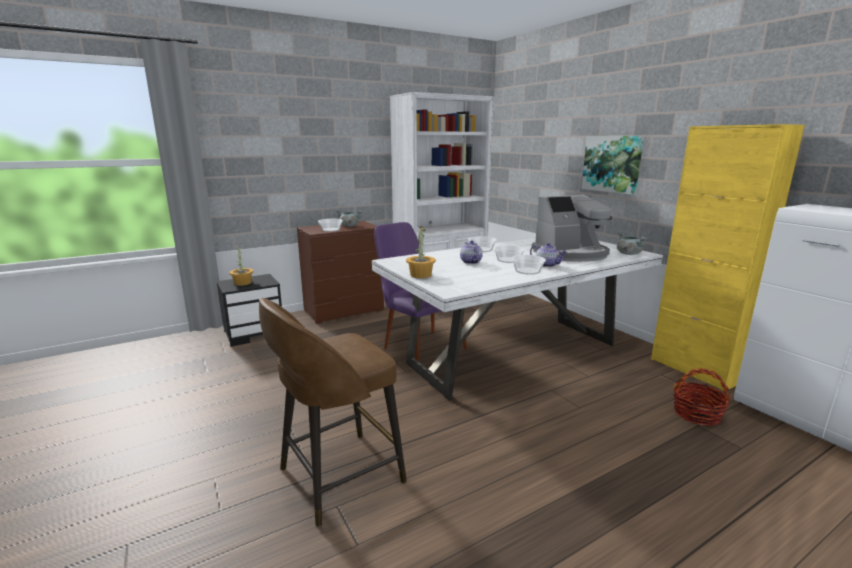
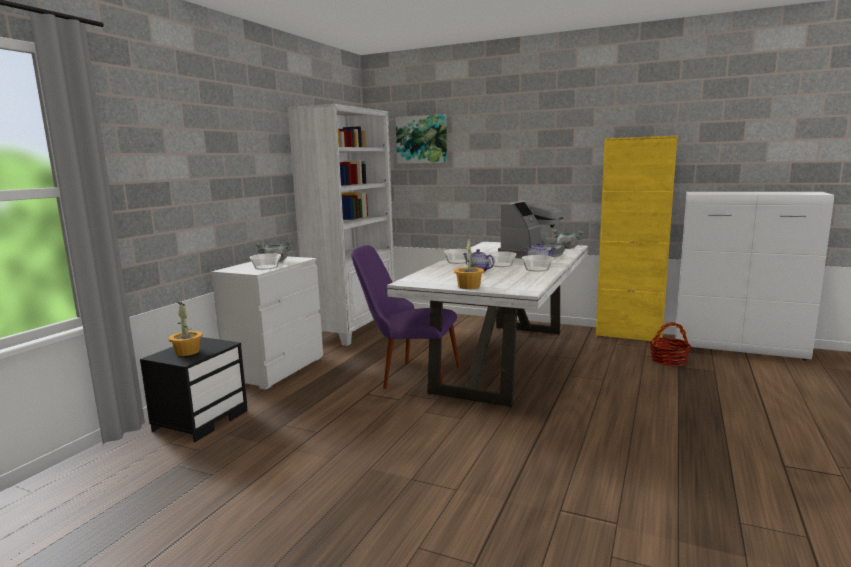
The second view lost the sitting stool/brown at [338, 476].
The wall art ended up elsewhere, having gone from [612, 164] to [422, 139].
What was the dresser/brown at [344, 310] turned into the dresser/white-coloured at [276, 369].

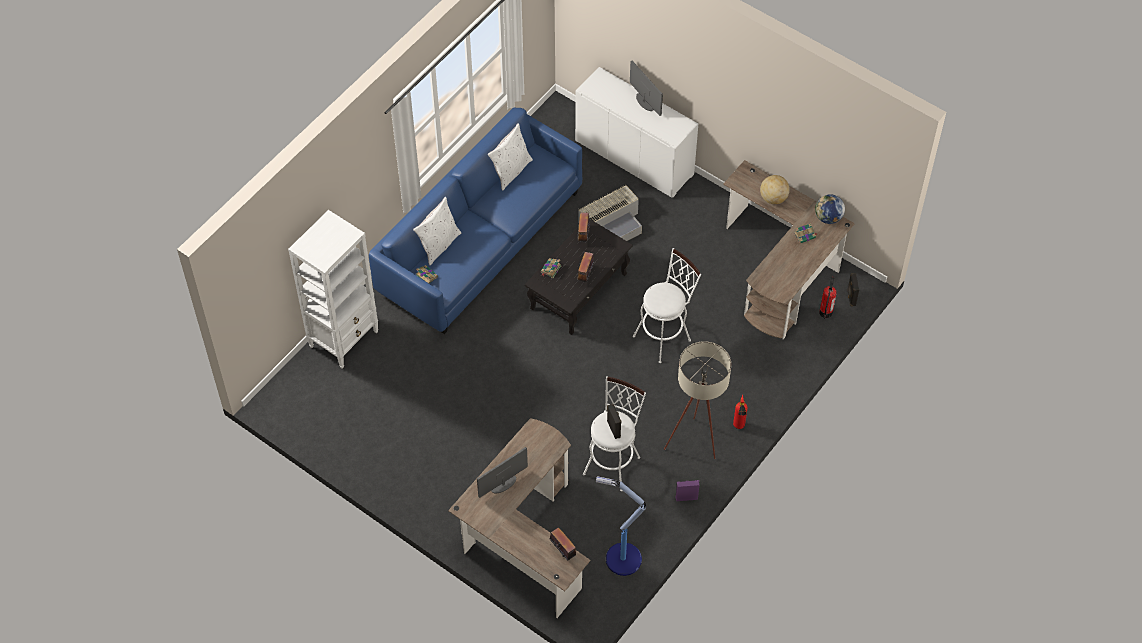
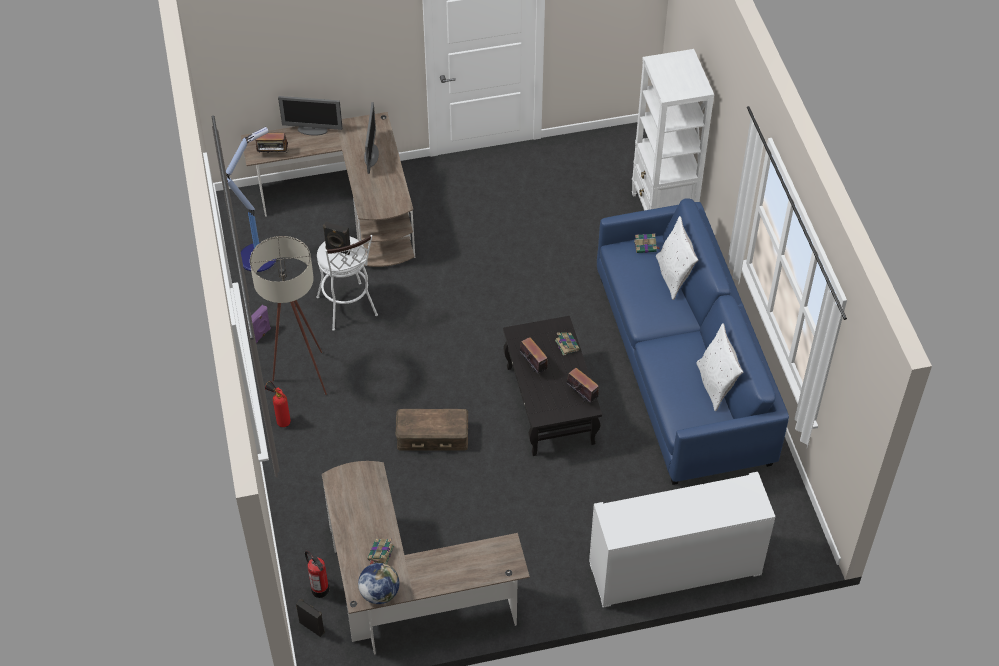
The second view lost the storage box/gray at [613, 222].
The second view lost the globe at [773, 198].
The computer screen ended up elsewhere, having gone from [645, 102] to [312, 130].
Where the sitting stool/white-coloured stood at [665, 336], the storage box/brown came to stand at [432, 436].

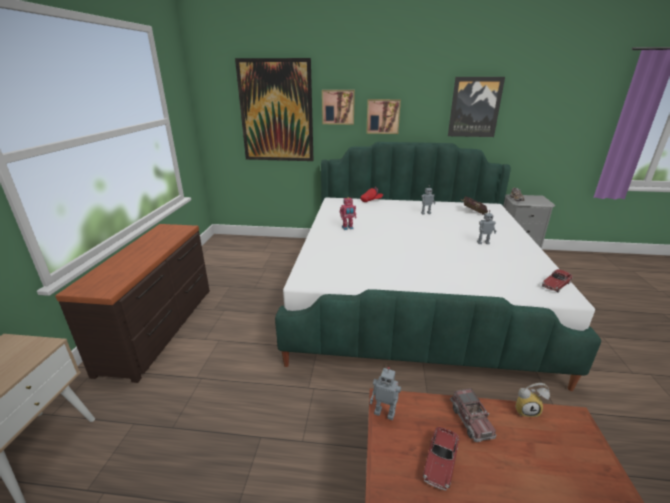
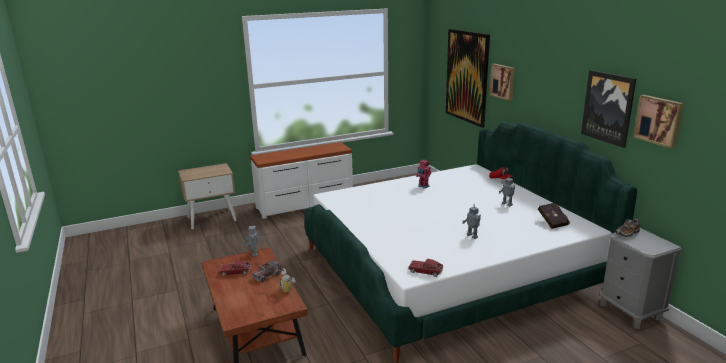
The wall art ended up elsewhere, having gone from [383, 116] to [659, 120].
What was the dresser/brown at [161, 327] turned into the dresser/white-coloured at [305, 204].

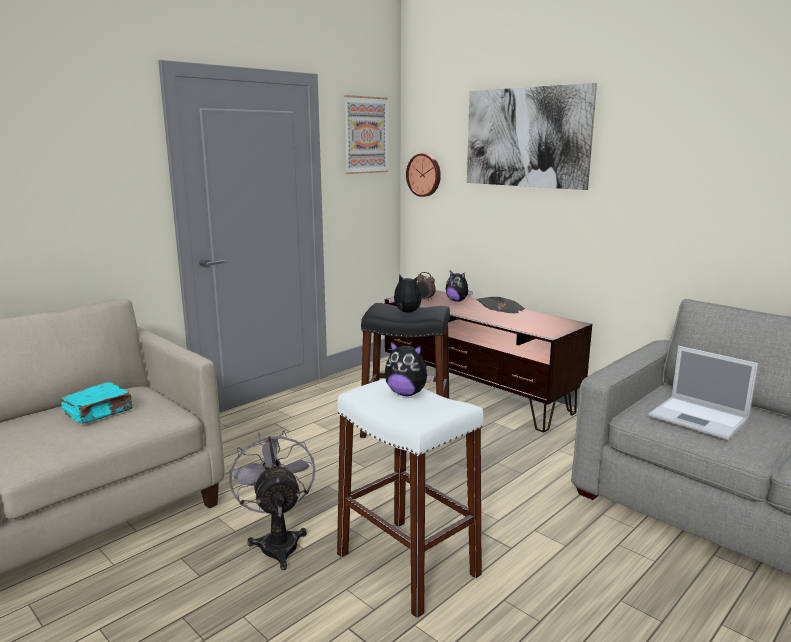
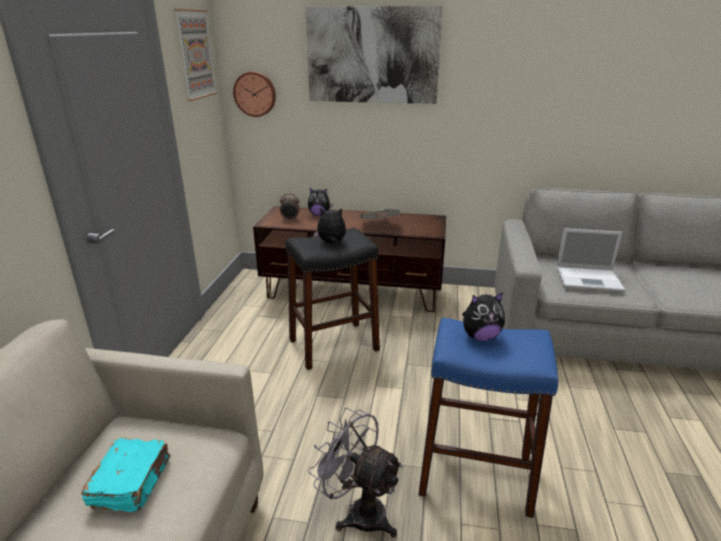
What was the sitting stool/white-coloured at [407, 564] turned into the sitting stool/blue at [476, 474].

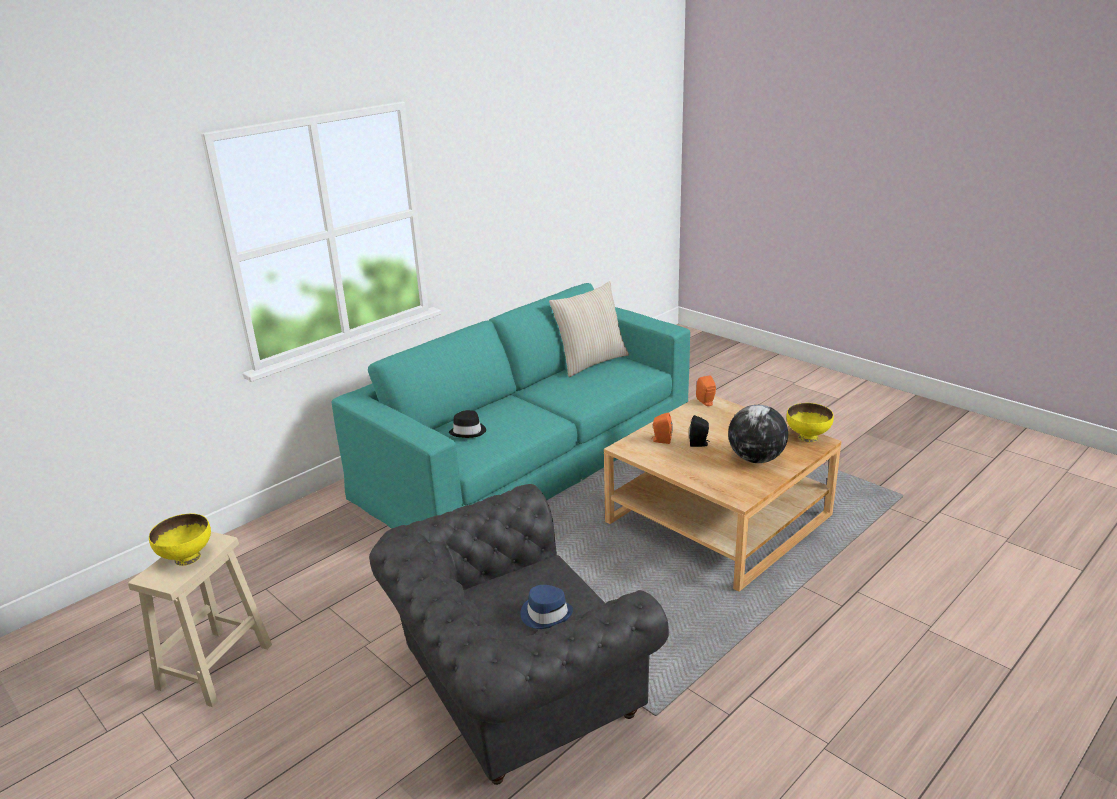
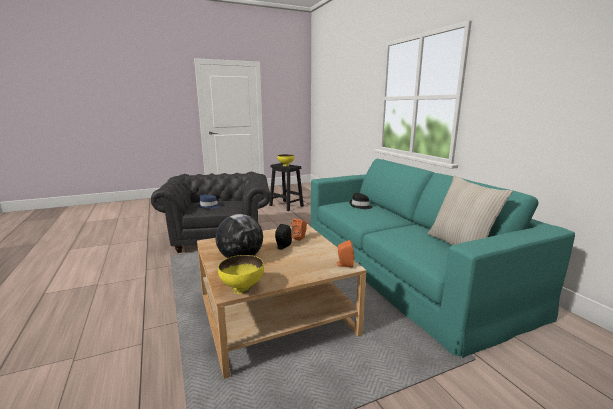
What was the sitting stool/beige-coloured at [216, 665] turned into the sitting stool/black-coloured at [286, 206].

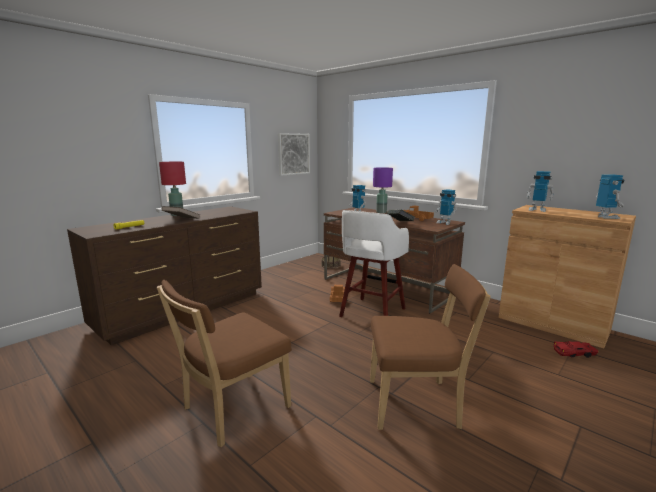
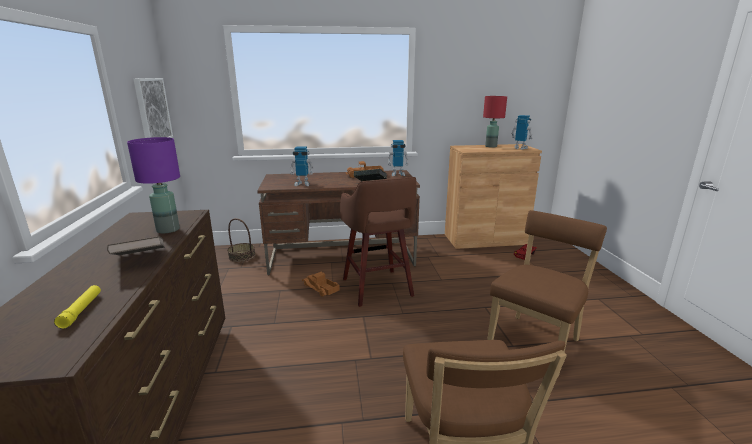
The second view lost the robot figure at [537, 210].
The table lamp/reddish ended up elsewhere, having gone from [177, 215] to [490, 146].
The table lamp/purplish ended up elsewhere, having gone from [381, 212] to [168, 230].
What was the sitting stool/white-coloured at [371, 313] turned into the sitting stool/brown at [377, 288].

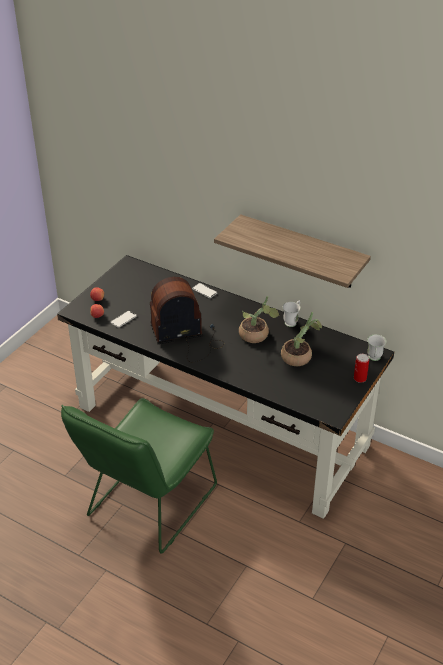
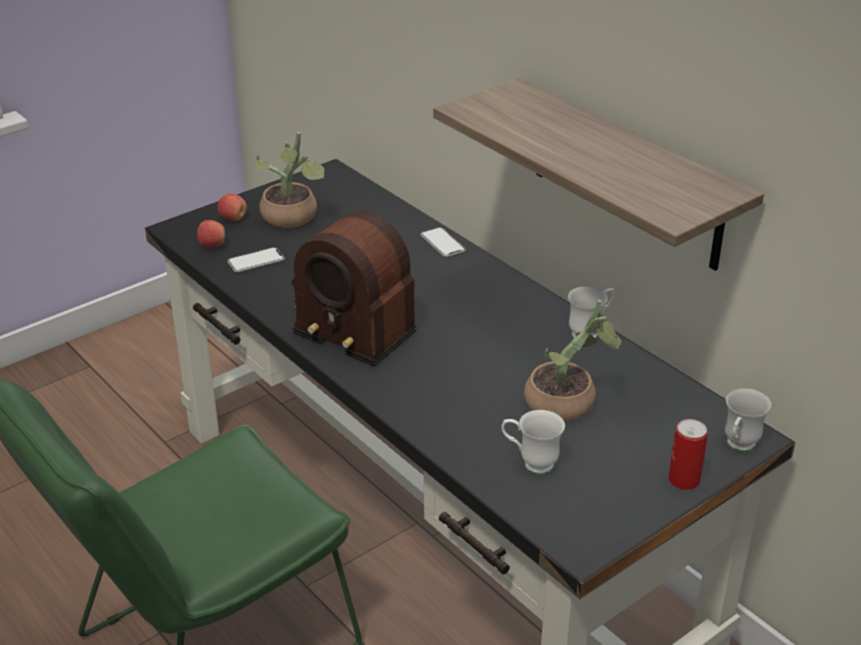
The second view gained the tea mug/white-coloured at [530, 463].
The plant in a pot ended up elsewhere, having gone from [257, 336] to [292, 219].
The radio receiver at [187, 337] ended up facing another way, 150 degrees counterclockwise from before.

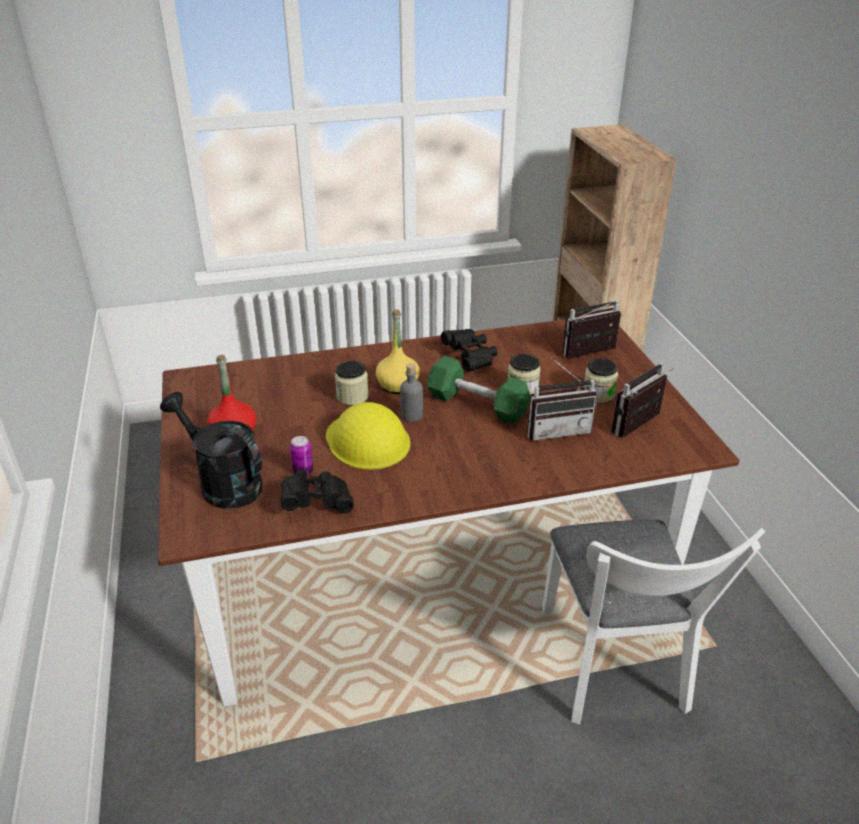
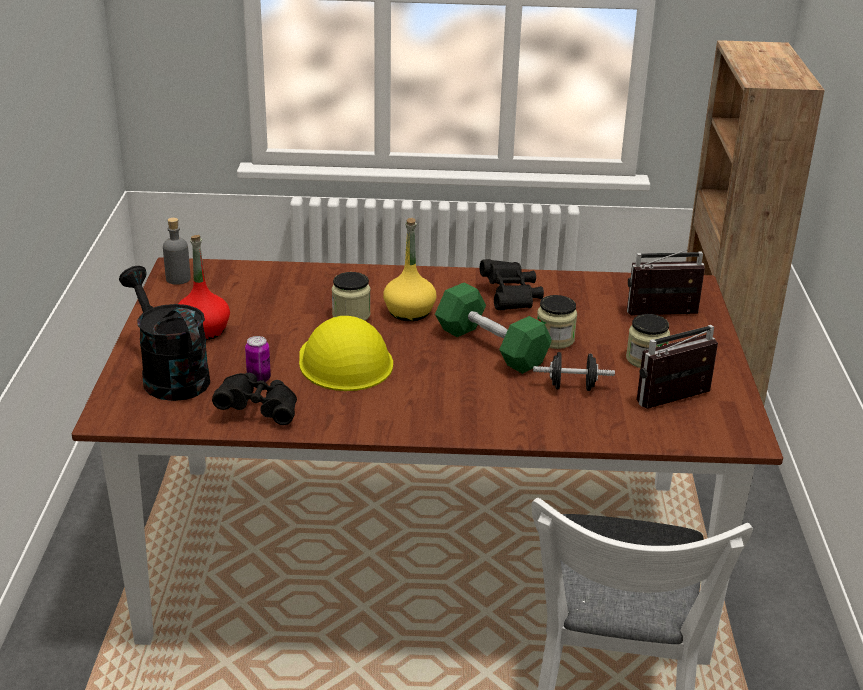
The bottle/gray ended up elsewhere, having gone from [411, 415] to [178, 279].
Where the radio receiver stood at [557, 429], the free weight/black-coloured came to stand at [572, 387].

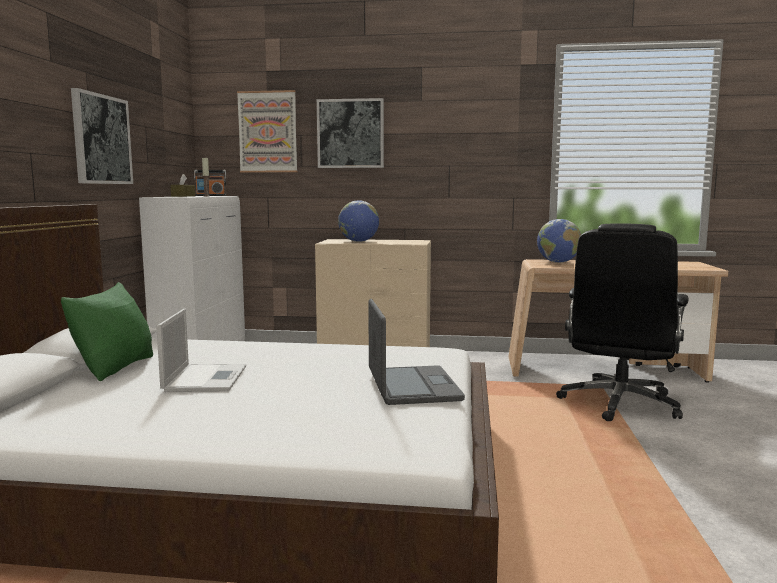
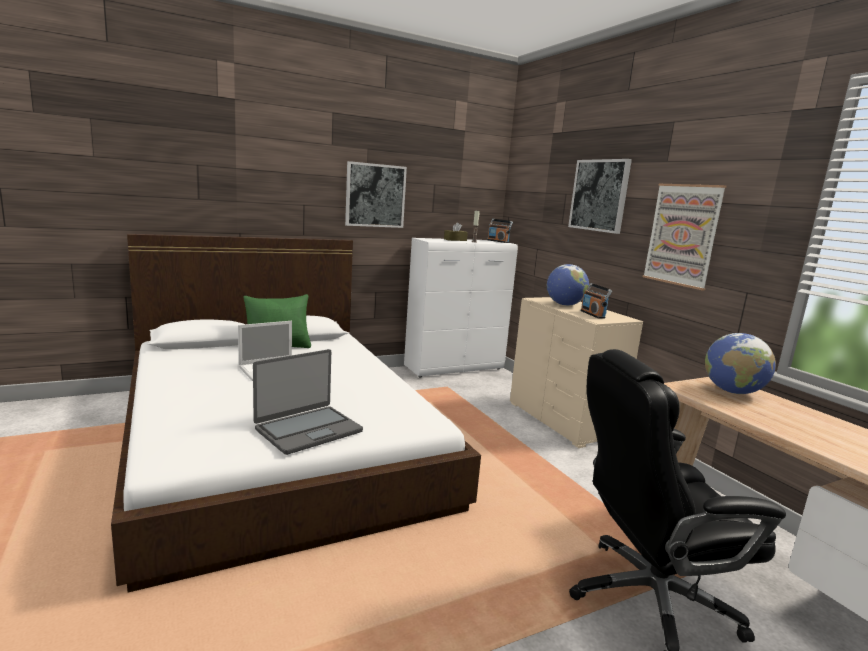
The second view gained the radio receiver at [593, 314].
The wall art ended up elsewhere, having gone from [267, 132] to [682, 235].

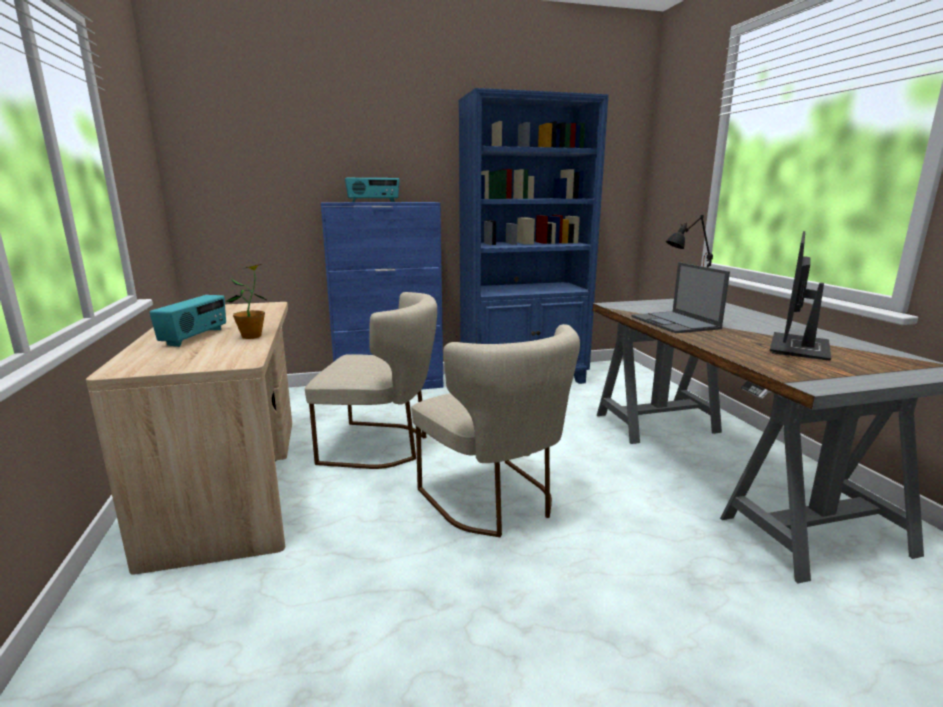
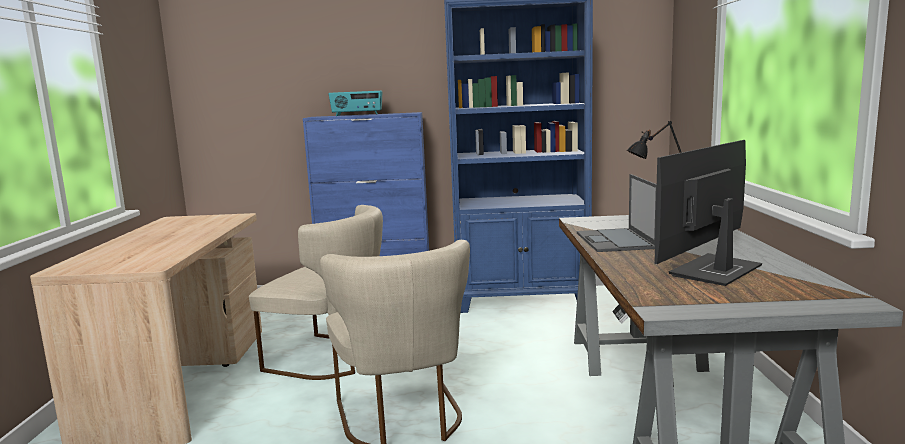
The second view lost the radio receiver at [195, 337].
The second view lost the plant in a pot at [251, 336].

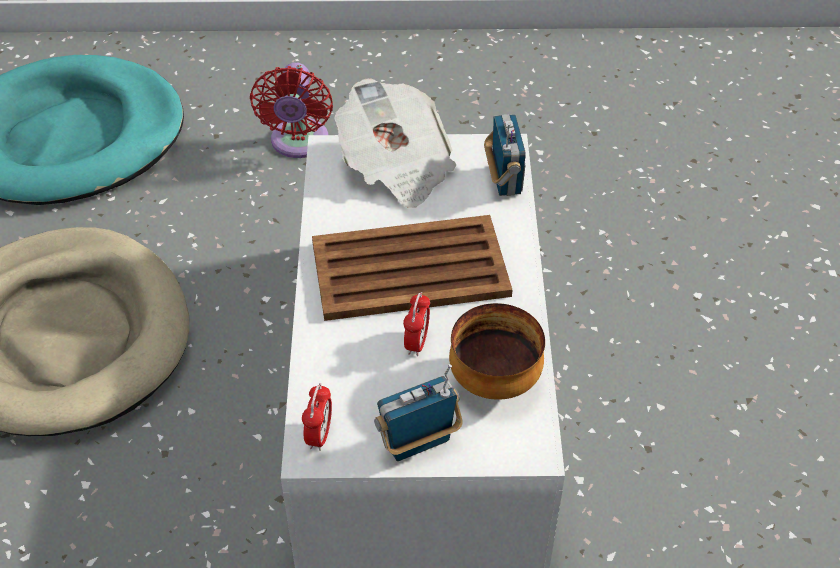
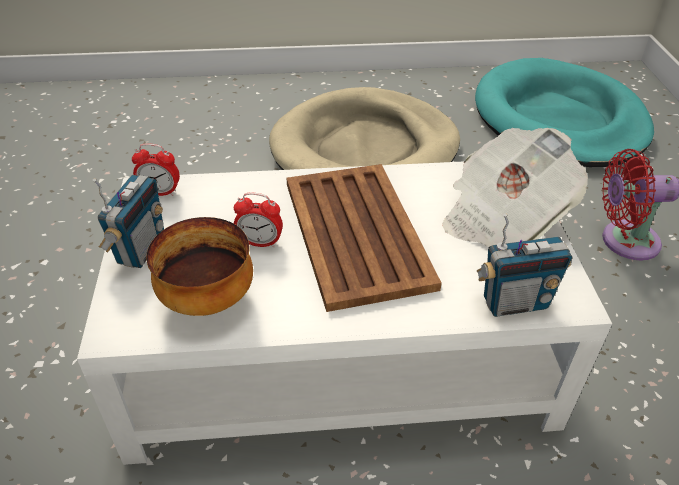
The radio receiver at [418, 443] ended up facing another way, 45 degrees clockwise from before.

